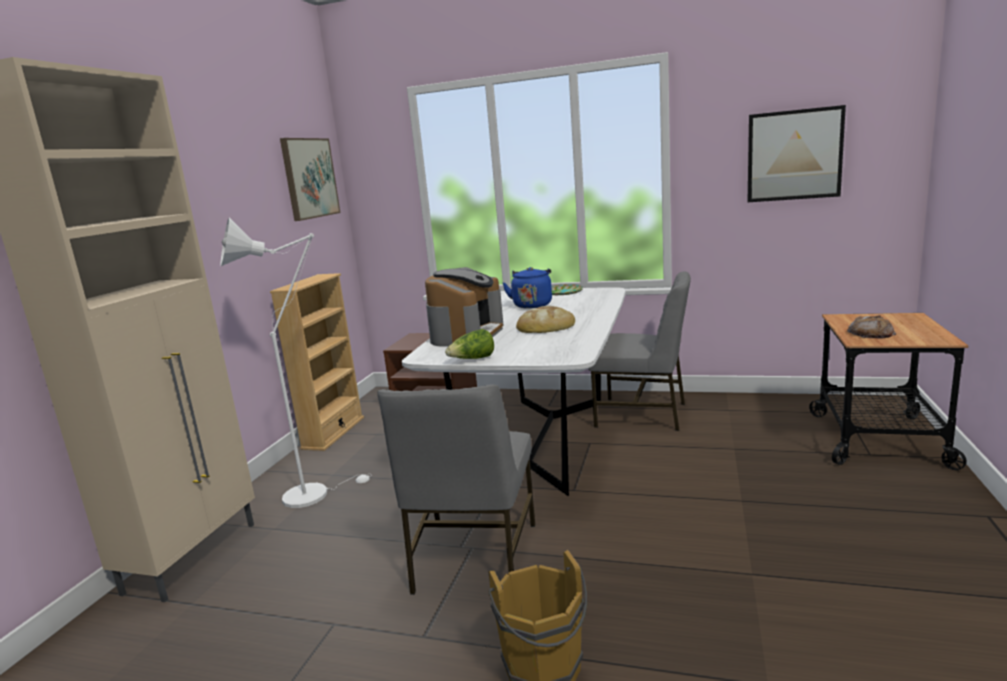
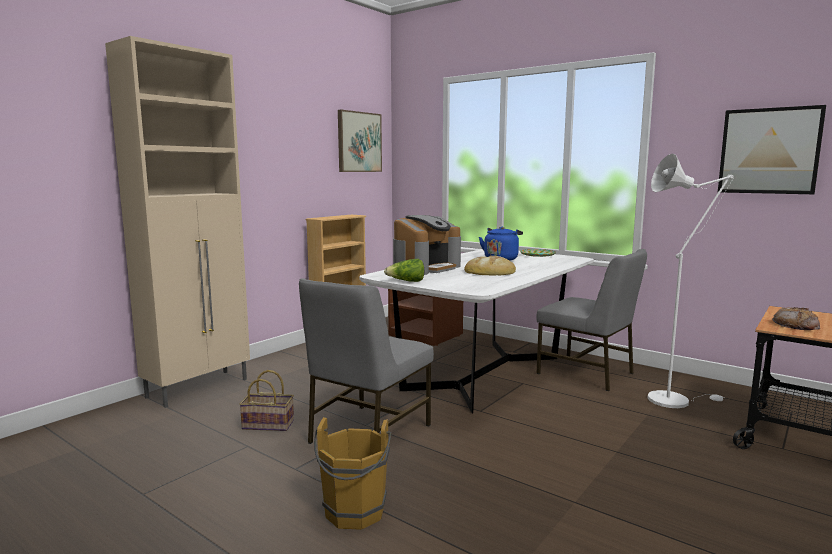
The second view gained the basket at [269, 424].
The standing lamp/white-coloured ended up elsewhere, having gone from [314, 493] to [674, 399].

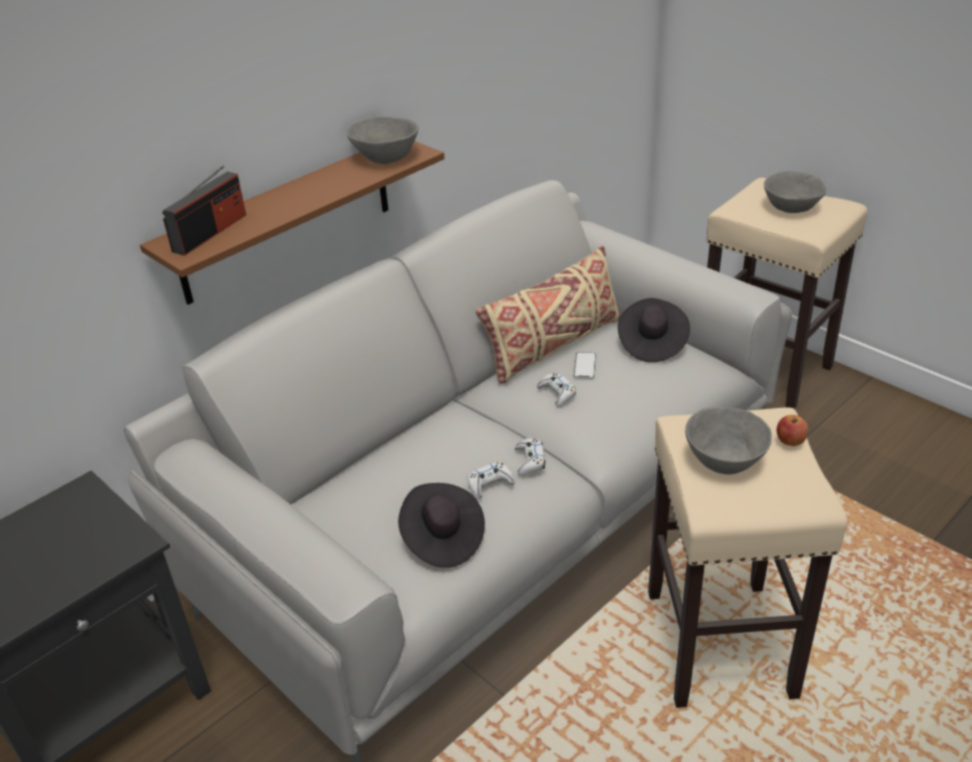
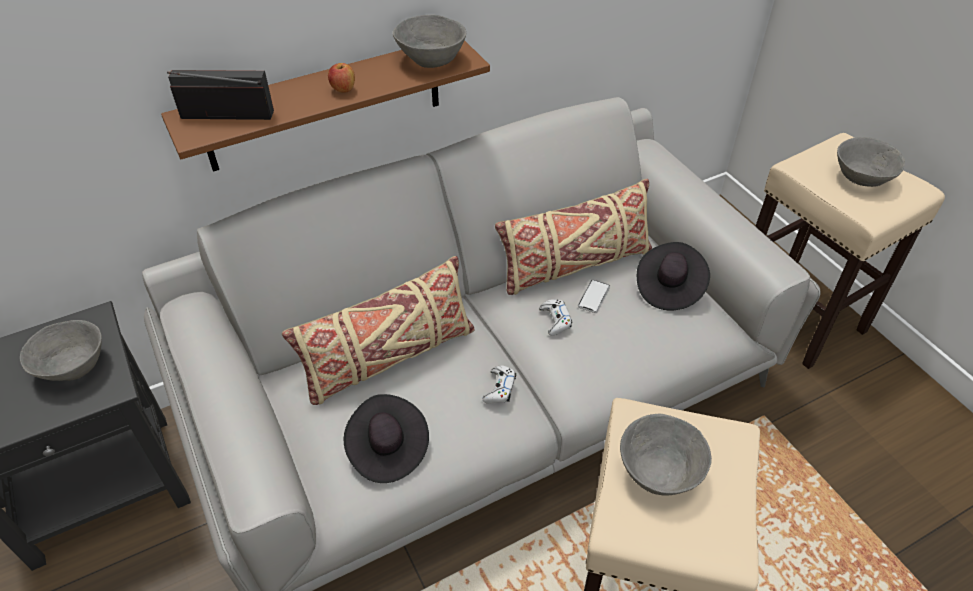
The second view lost the joypad/white-coloured at [489, 485].
The second view gained the serving bowl/gray at [74, 366].
The second view gained the cushion/beige-coloured at [389, 358].
The apple ended up elsewhere, having gone from [790, 442] to [343, 89].
The radio receiver at [210, 233] ended up facing another way, 135 degrees counterclockwise from before.

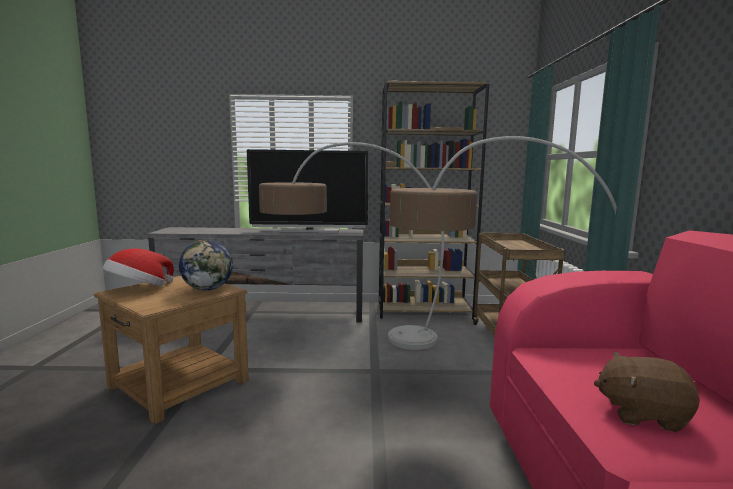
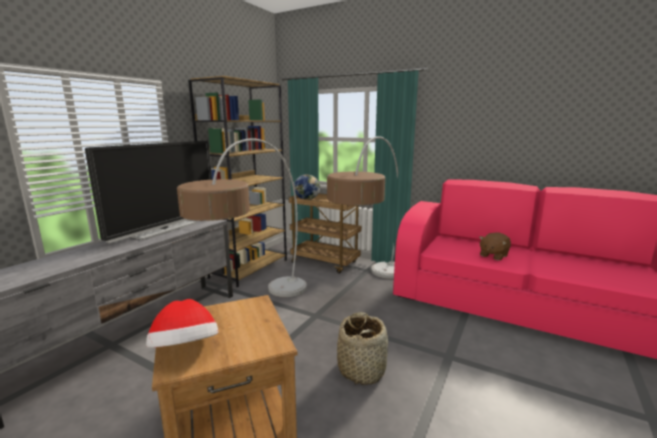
The second view gained the basket at [362, 369].
The globe ended up elsewhere, having gone from [208, 289] to [307, 199].

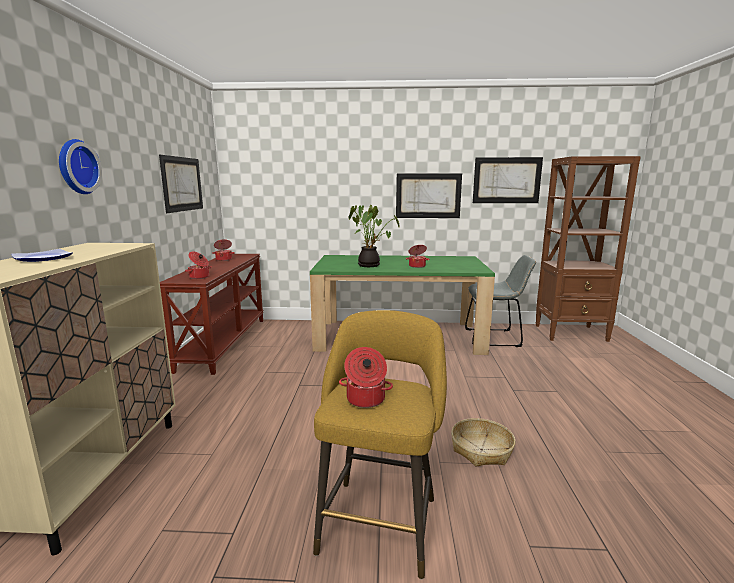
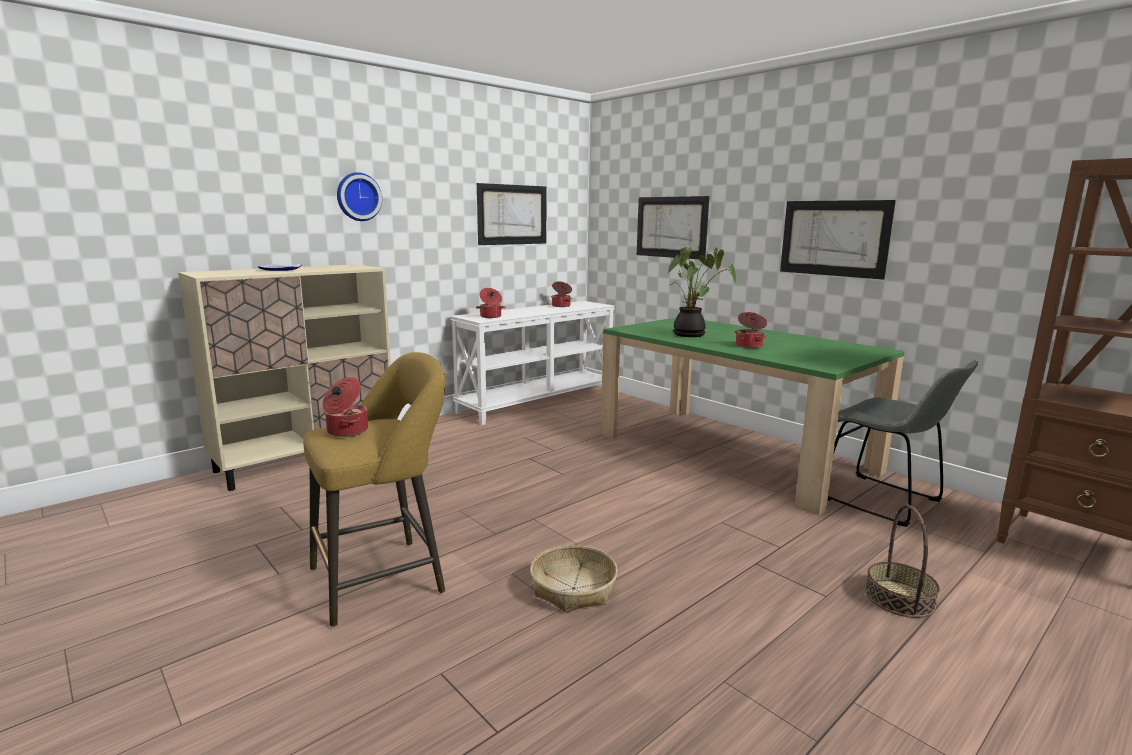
The second view gained the basket at [899, 598].
The wall art ended up elsewhere, having gone from [507, 180] to [671, 227].
What was the narrow table/brown at [223, 343] turned into the narrow table/white-coloured at [537, 401].

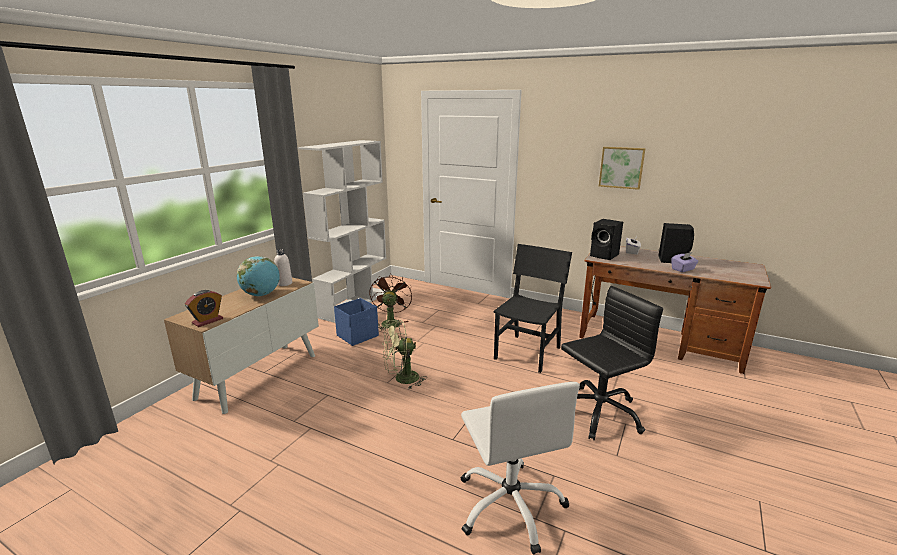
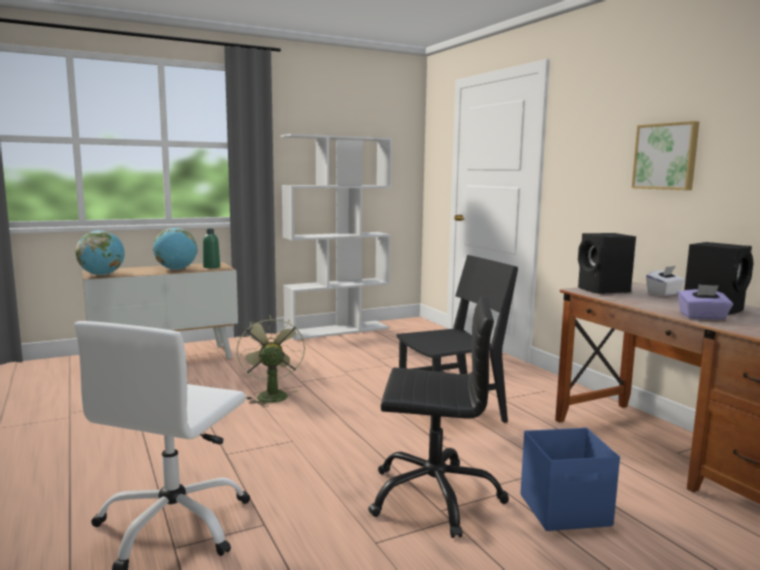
The second view lost the electric fan/brown at [390, 322].
The storage box/blue ended up elsewhere, having gone from [358, 336] to [566, 510].
Where the bedside clock stood at [207, 321], the globe came to stand at [102, 275].
What was the bottle/white-coloured at [284, 283] turned into the bottle/green-coloured at [211, 267].
The electric fan/green-coloured at [401, 379] ended up facing another way, 60 degrees clockwise from before.

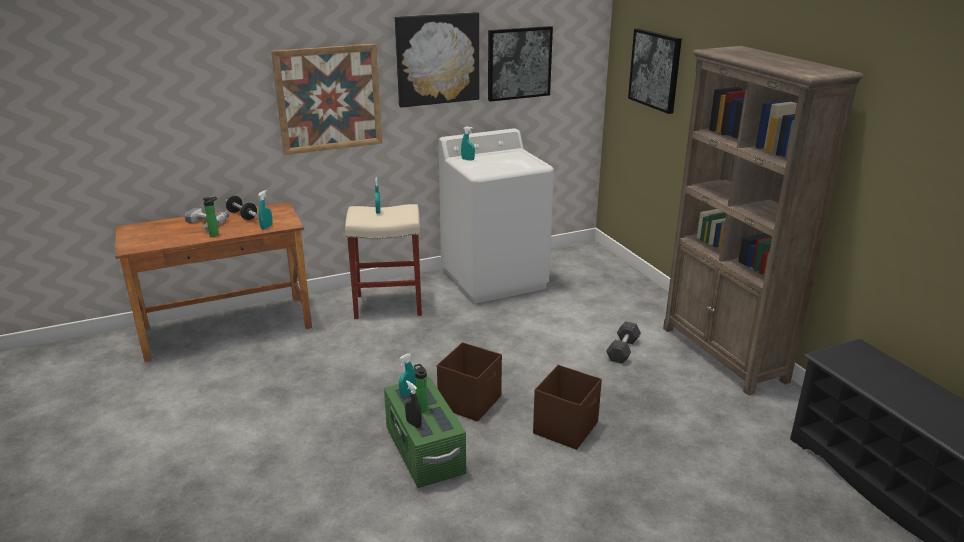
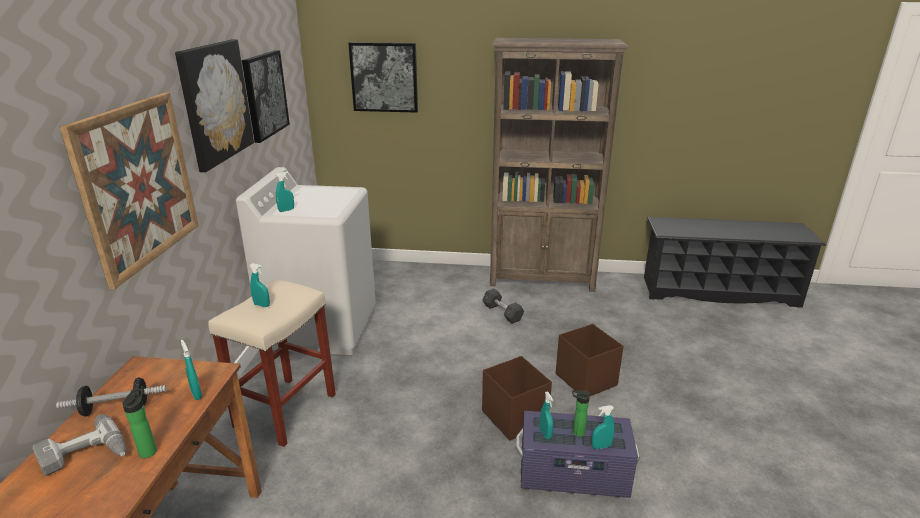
What was the storage box/green-coloured at [424, 452] turned into the storage box/purplish at [573, 475].
What was the spray bottle/black-coloured at [413, 424] turned into the spray bottle/turquoise-coloured at [601, 446].

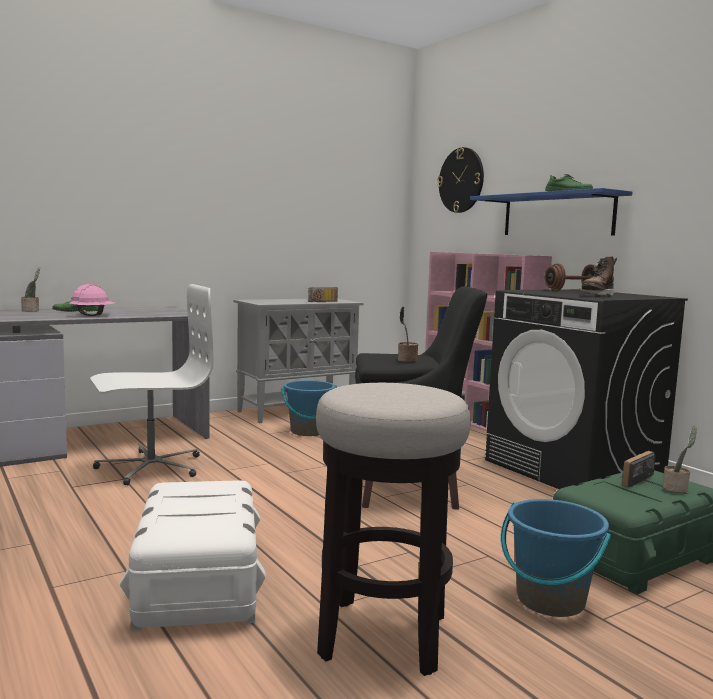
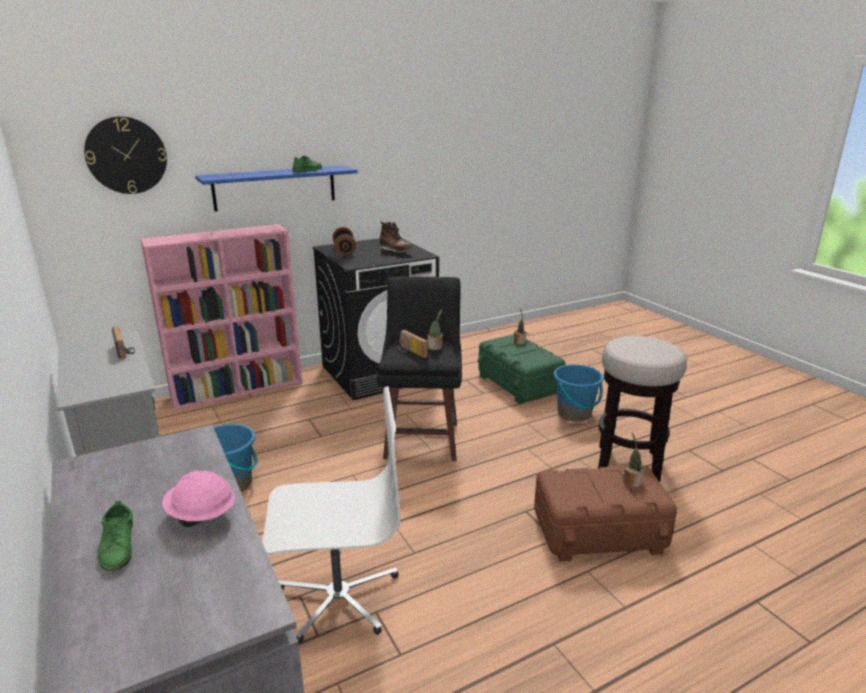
The plant in a pot ended up elsewhere, having gone from [31, 311] to [631, 481].
The radio receiver ended up elsewhere, having gone from [633, 478] to [410, 352].
What was the storage box/white-coloured at [197, 586] turned into the storage box/brown at [598, 532].
The computer chair/white-coloured at [150, 467] ended up facing another way, 105 degrees clockwise from before.

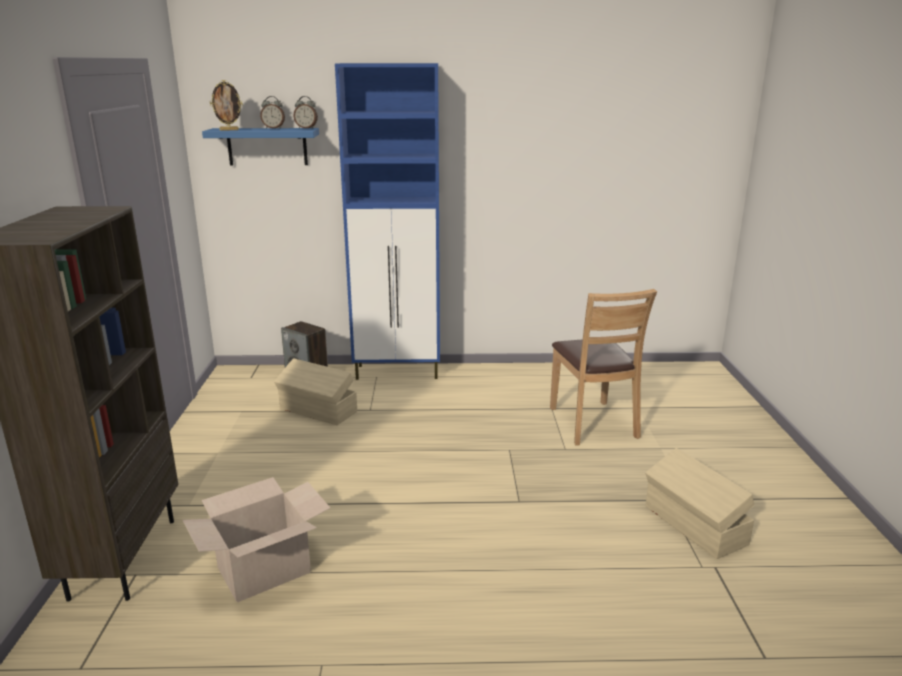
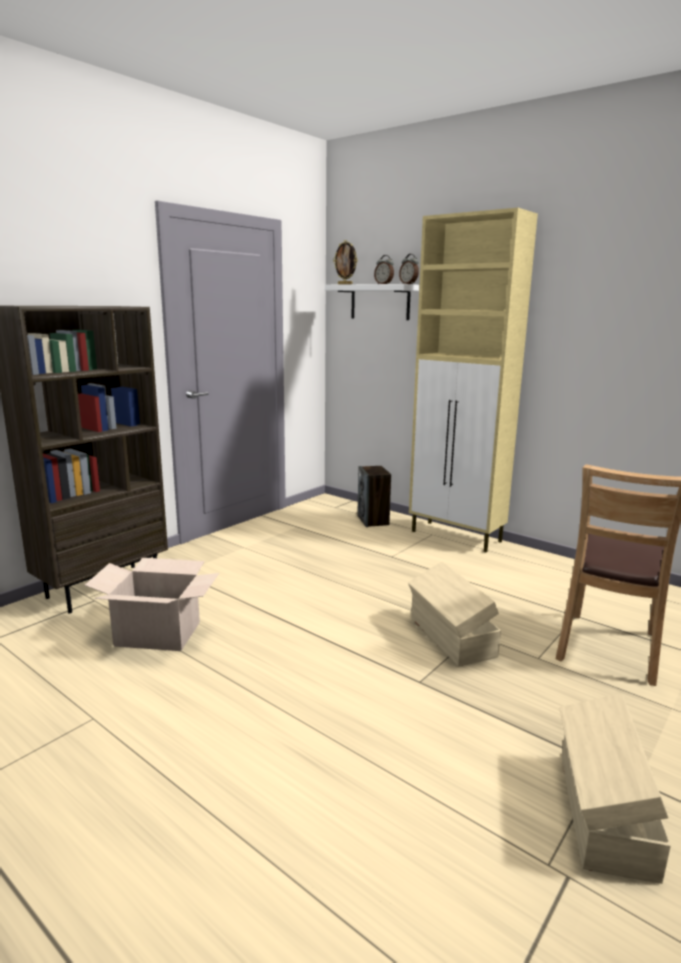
The storage box/beige-coloured ended up elsewhere, having gone from [318, 411] to [451, 637].
What was the bracket shelf/blue at [267, 146] turned into the bracket shelf/white-coloured at [380, 302].
What was the cabinet/blue at [398, 372] turned into the cabinet/beige-coloured at [457, 537].

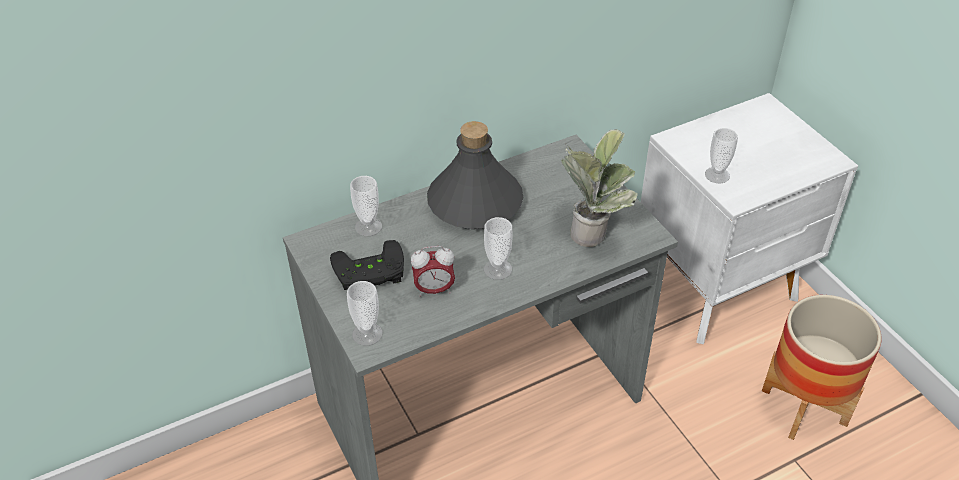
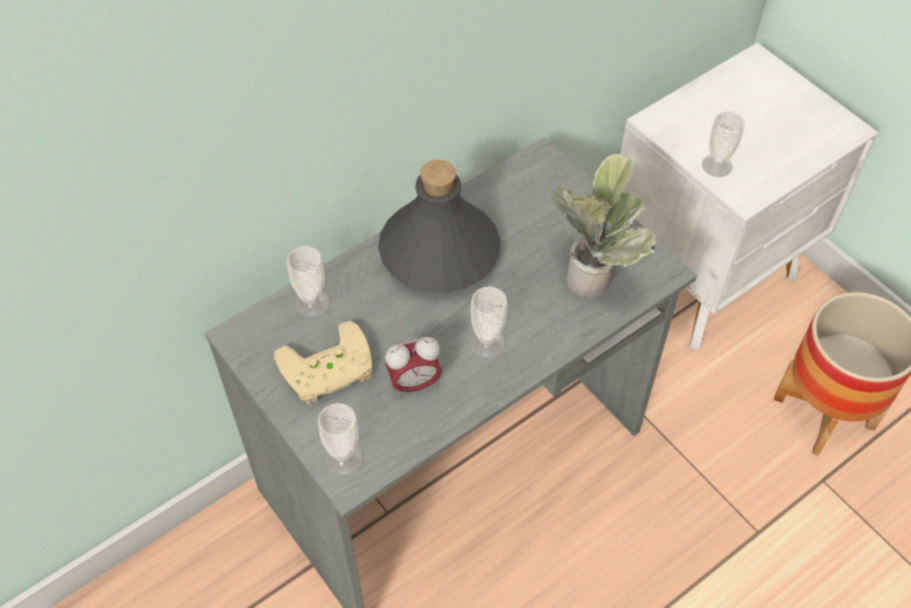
What was the joypad/black-coloured at [370, 274] turned into the joypad/beige-coloured at [328, 371].

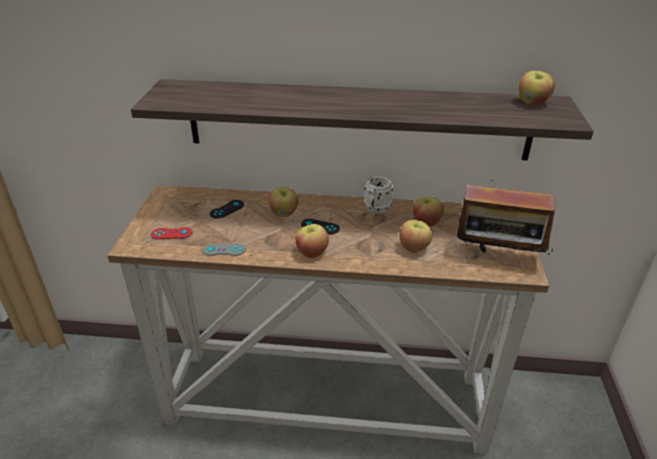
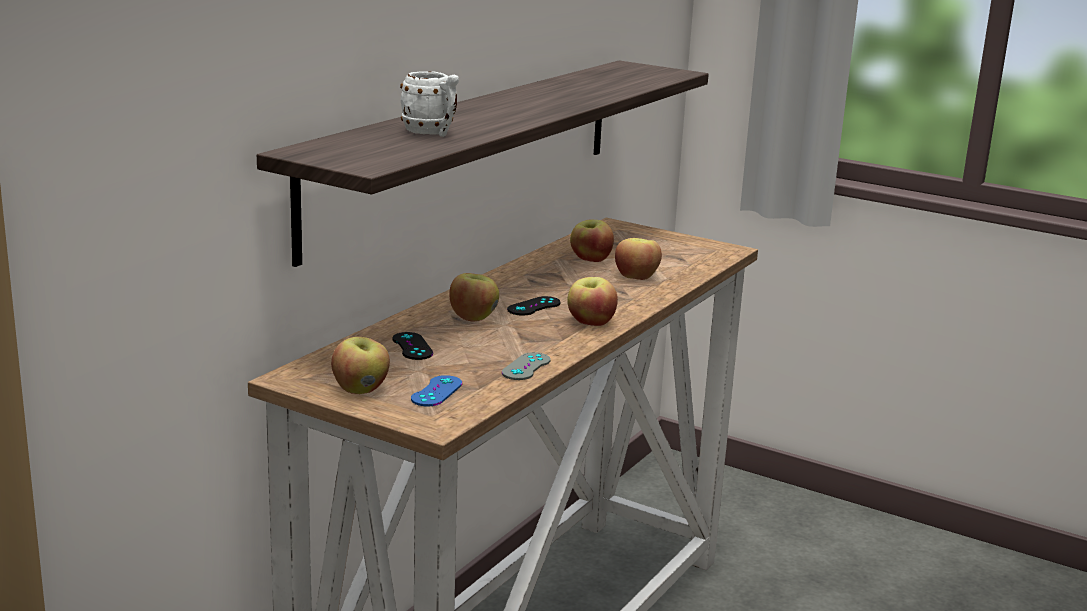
The second view lost the radio receiver at [497, 257].
The tea mug/white-coloured ended up elsewhere, having gone from [376, 210] to [432, 133].
The apple ended up elsewhere, having gone from [532, 103] to [361, 389].
What was the joypad/reddish at [171, 233] turned into the joypad/blue at [436, 391].

